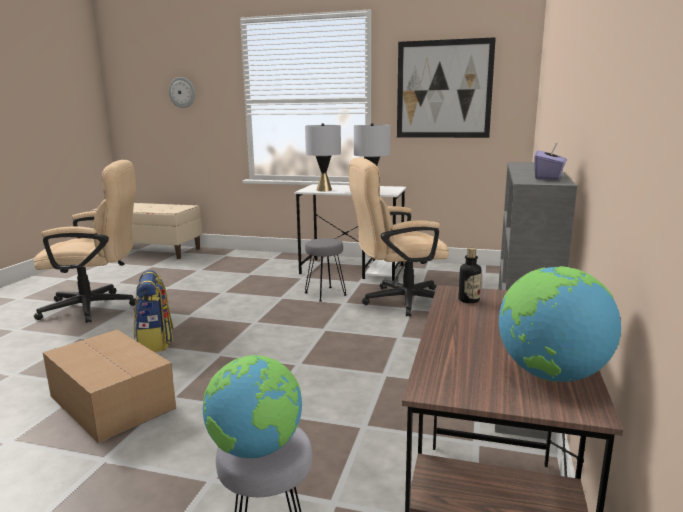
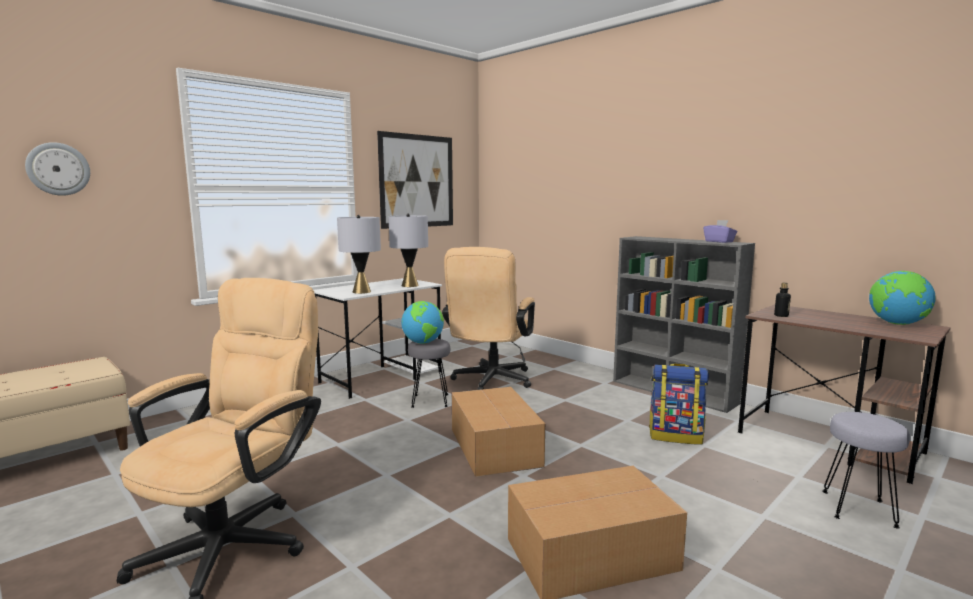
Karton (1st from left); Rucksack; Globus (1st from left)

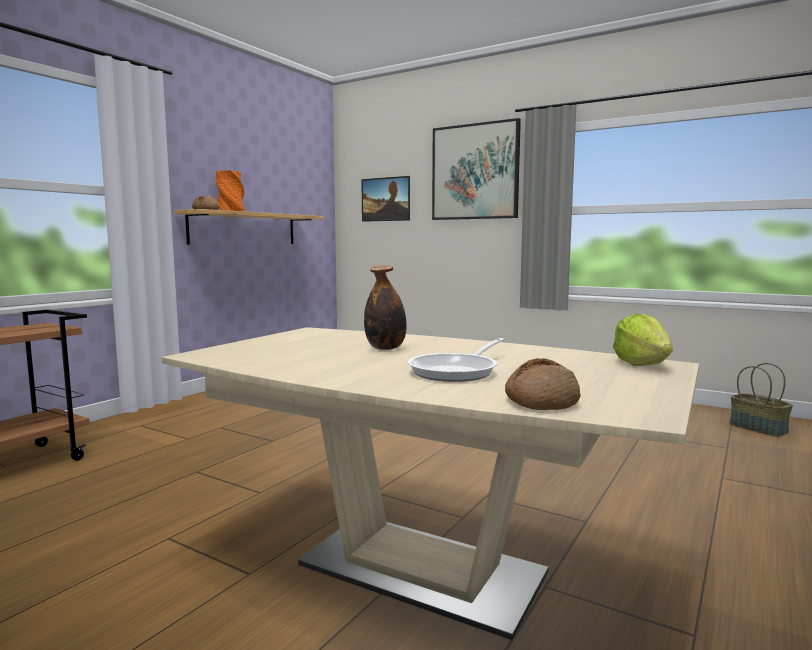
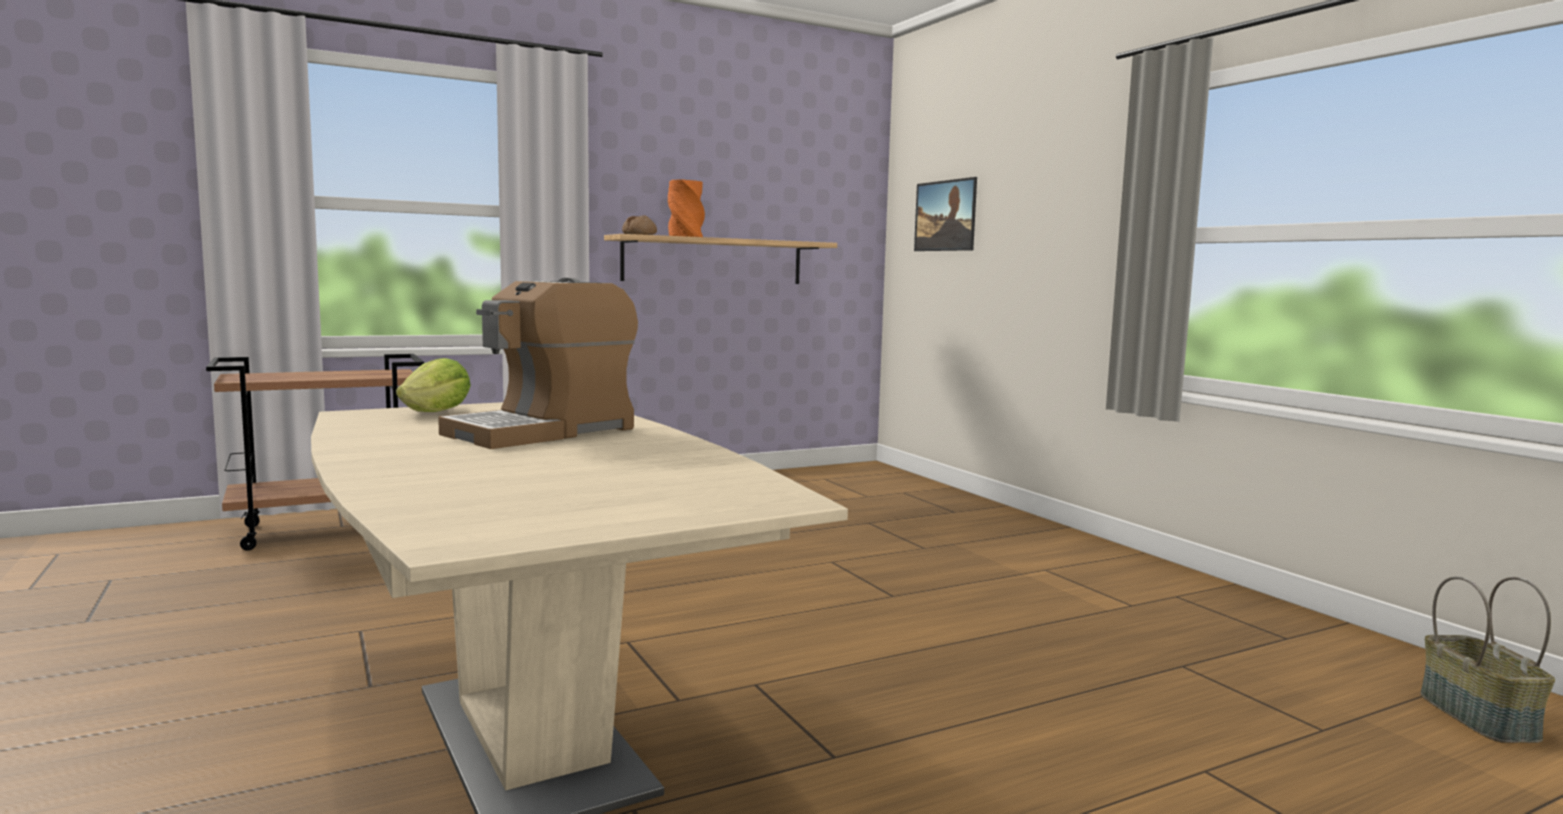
Pfanne; Bild (2nd from left in the first image); Brot (2nd from left in the first image); Salatkopf; Kaffeemaschine

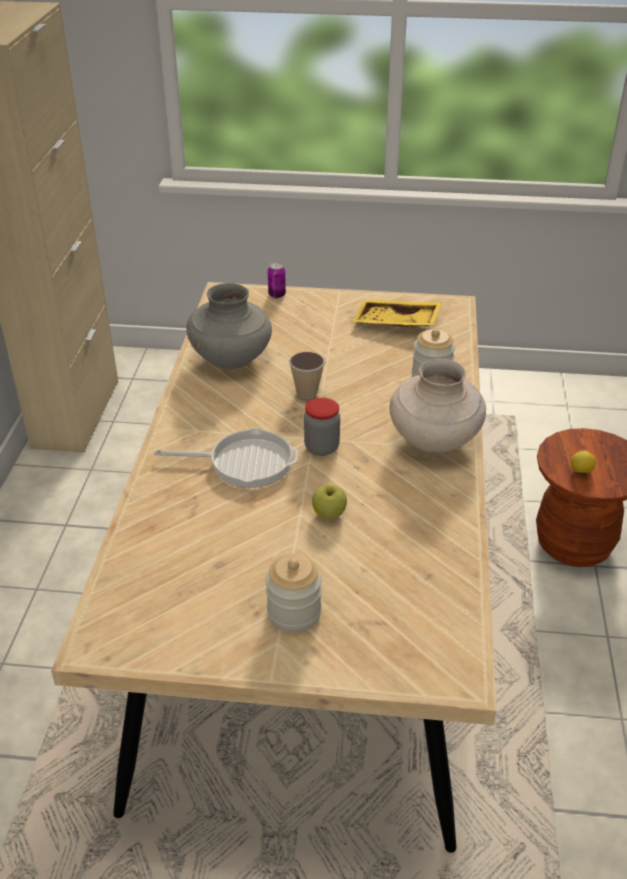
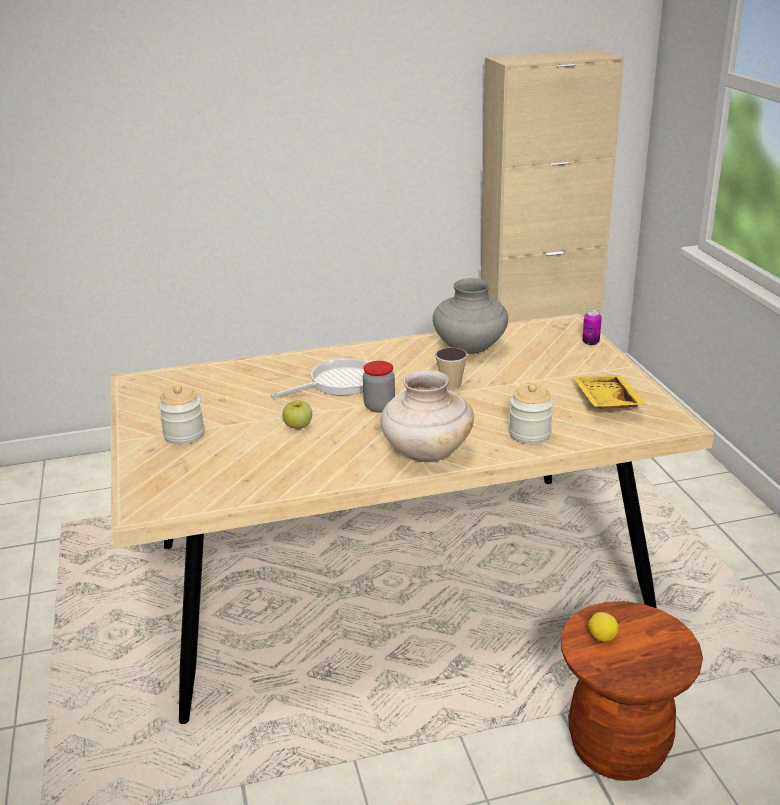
Pfanne

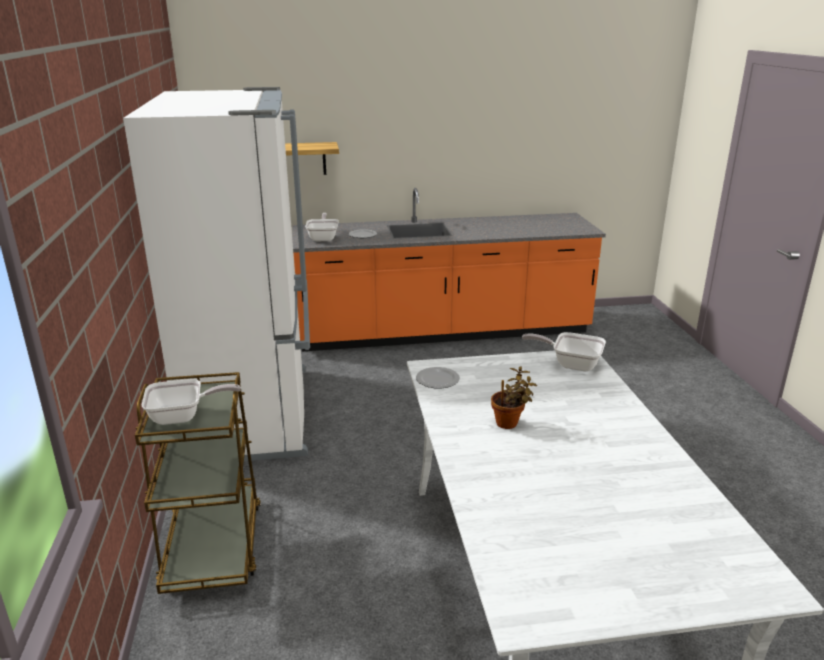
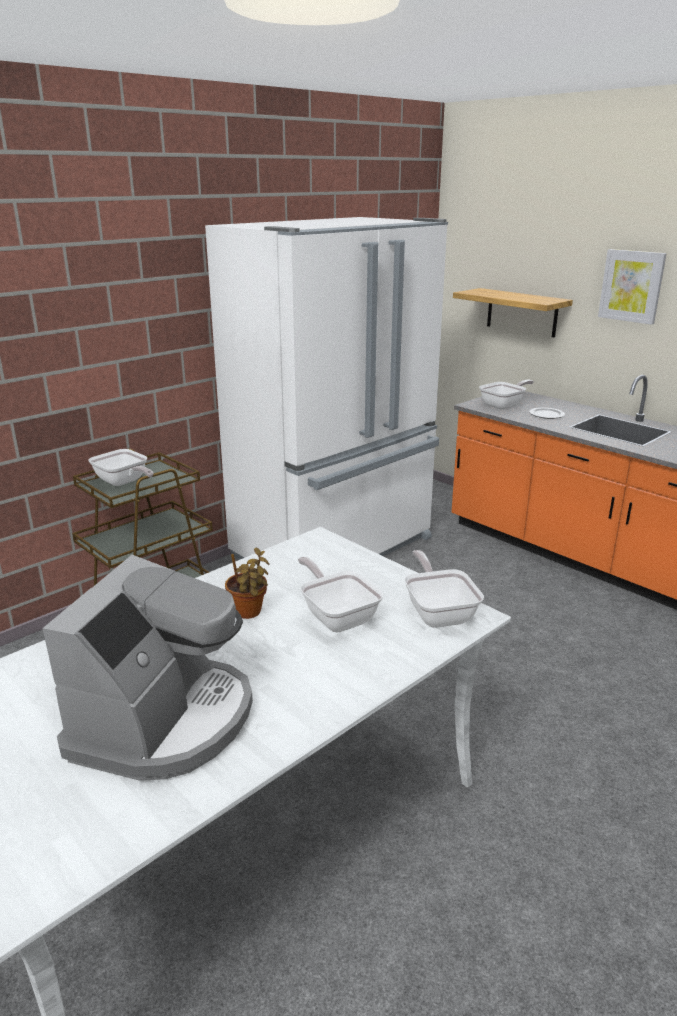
Teller (2nd from left in the first image); Kaffeemaschine; Pfanne (2nd from left); Bild

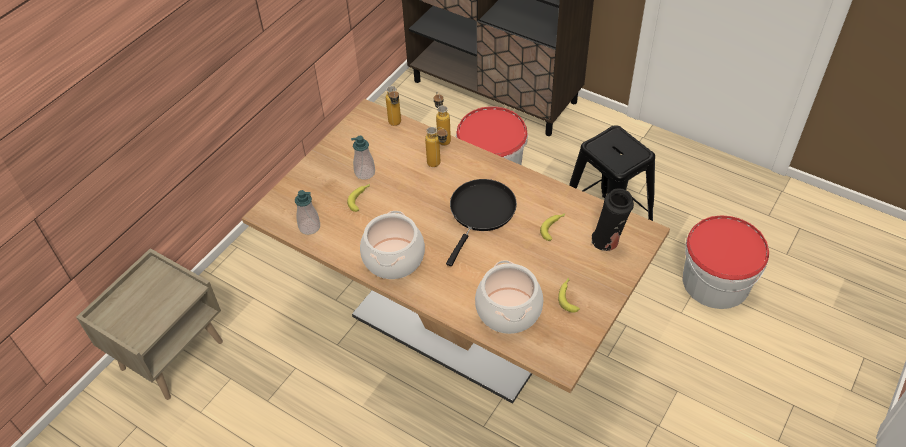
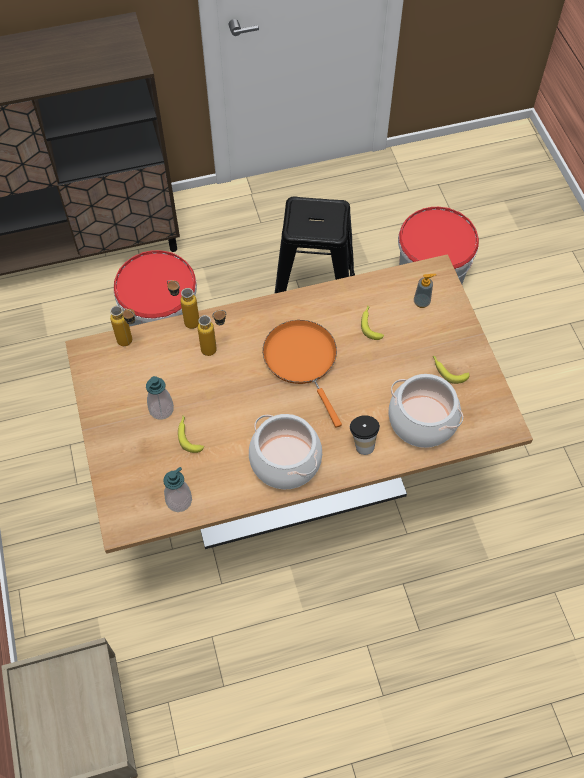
Tasse; Seifenspender (3rd from left); Pfanne [orange]

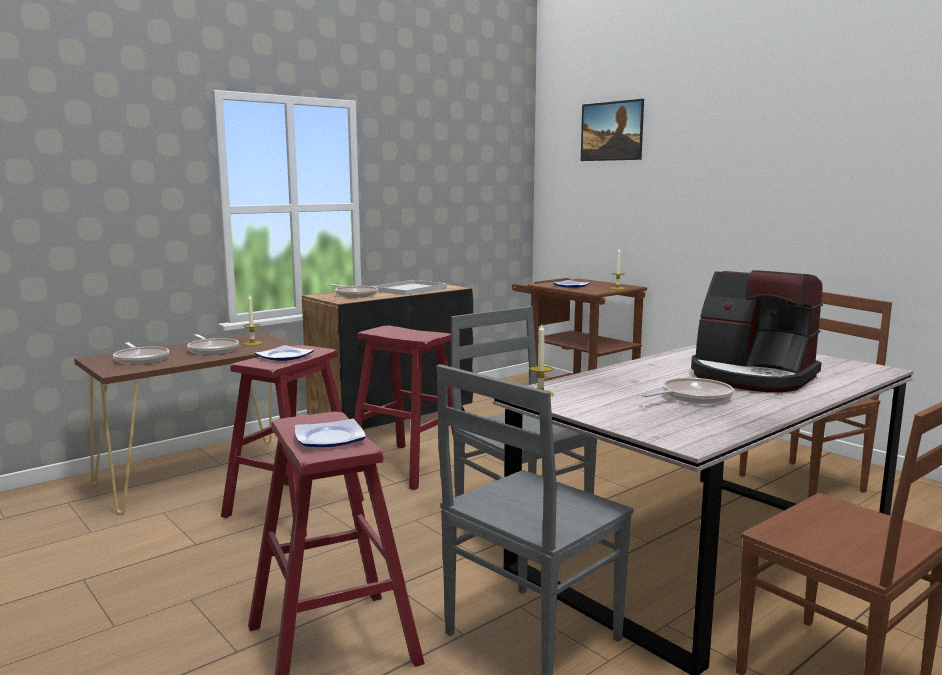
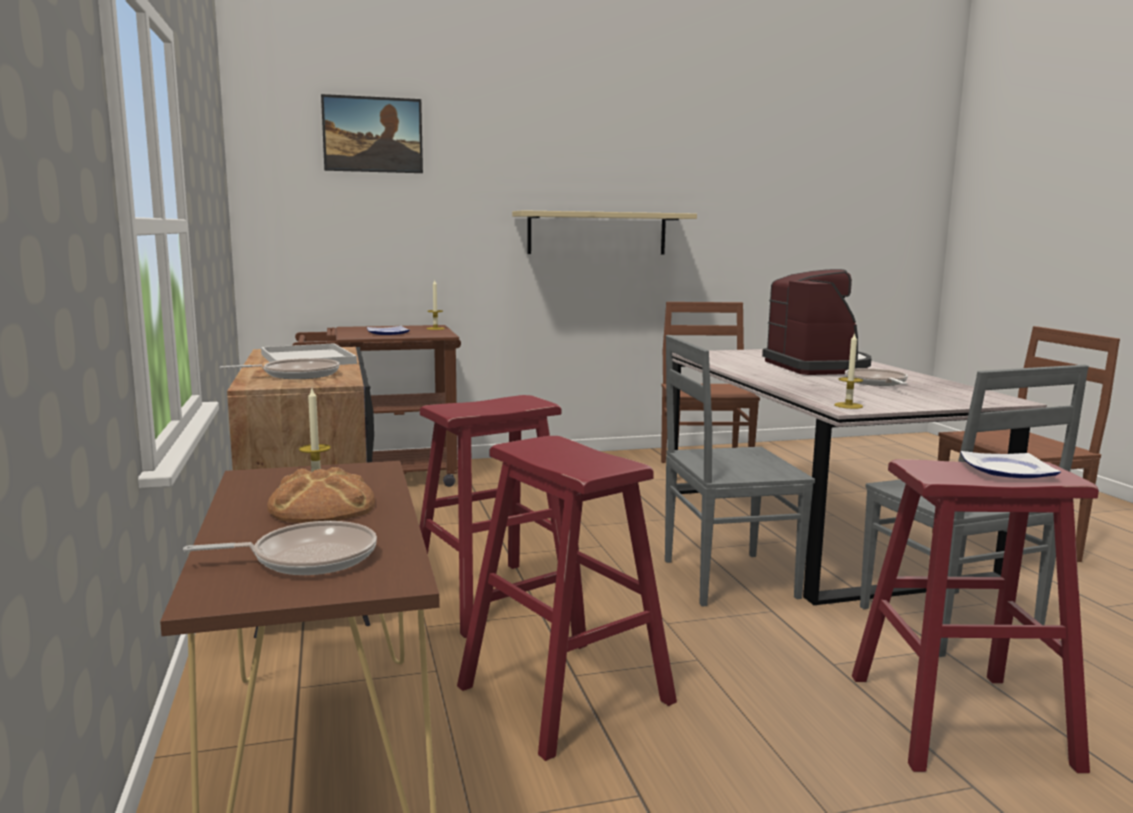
Teller (1st from left in the first image); Wandregal [beige]; Brot; Kaffeemaschine

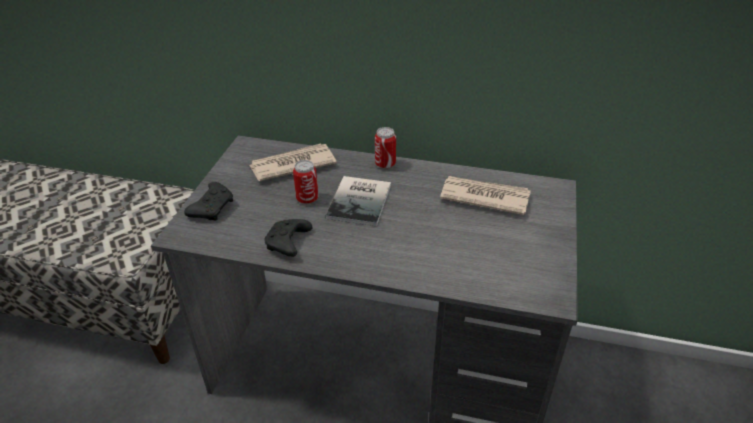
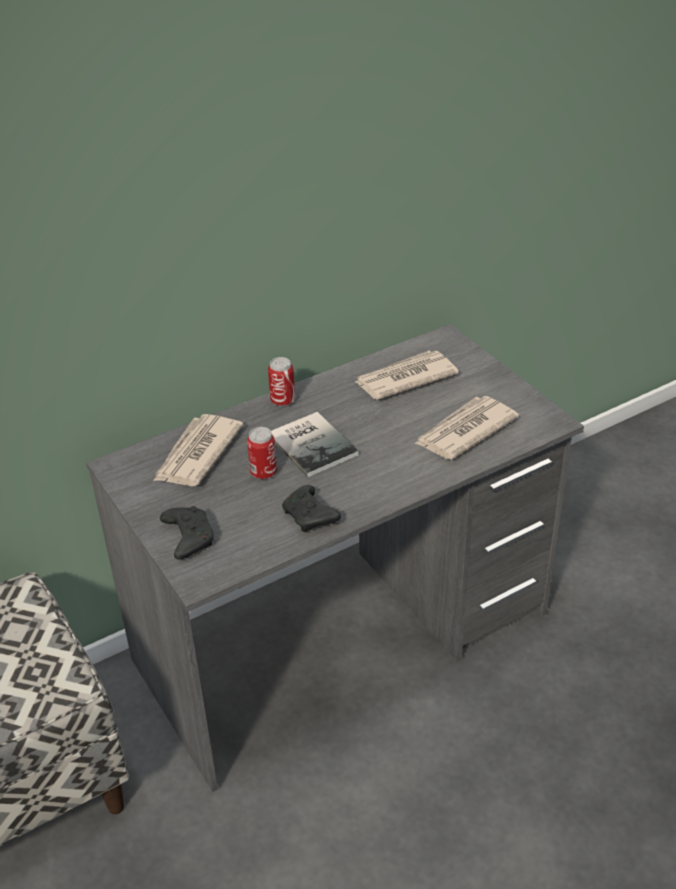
Zeitung (3rd from left)

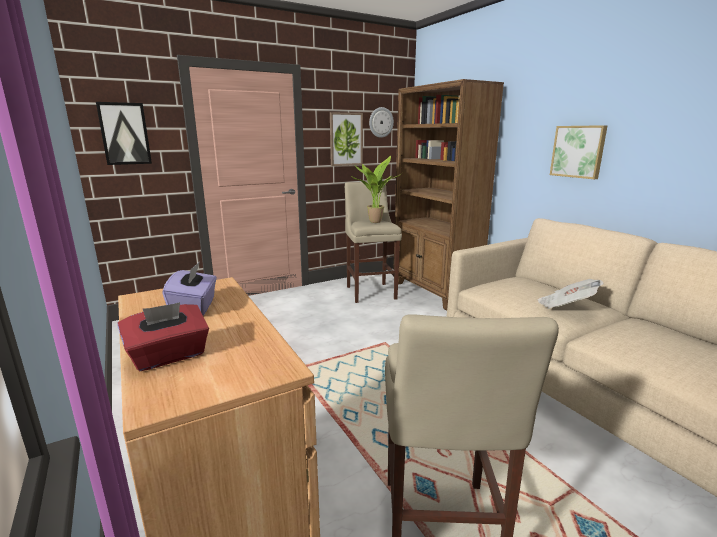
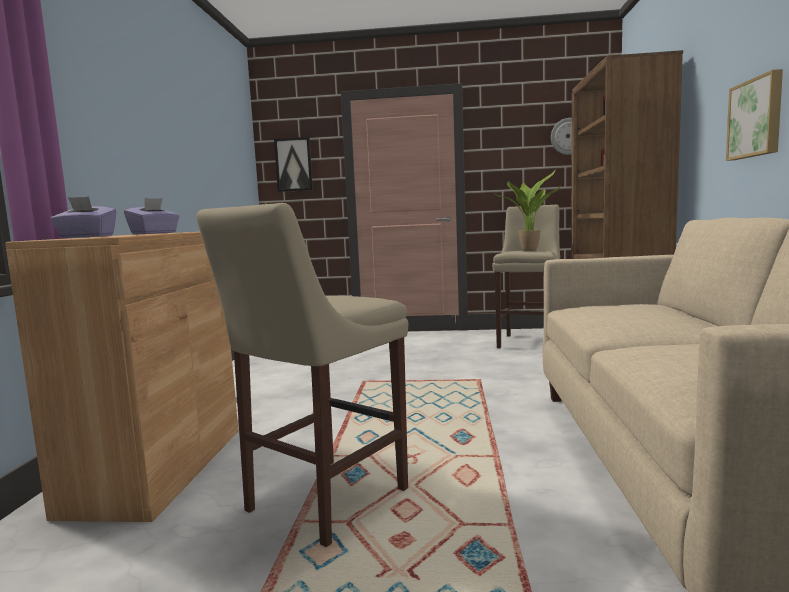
Bild (2nd from left in the first image); Zeitung; Taschentuchbox [lila] (1st from left)

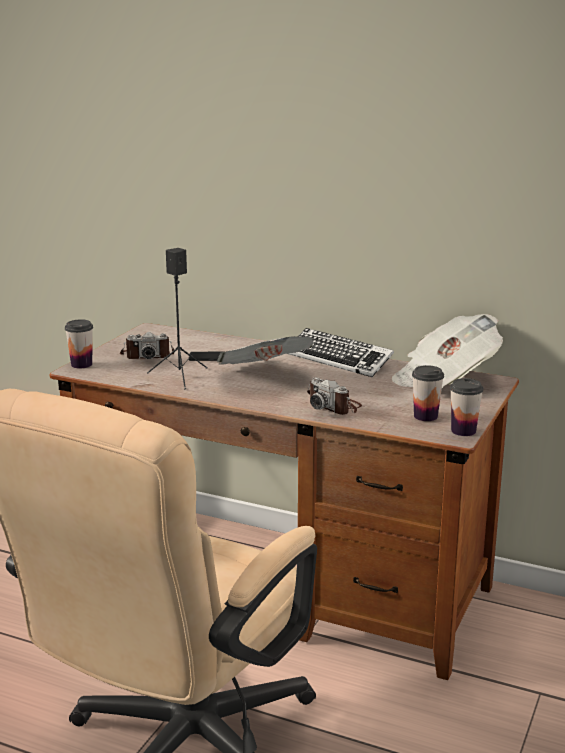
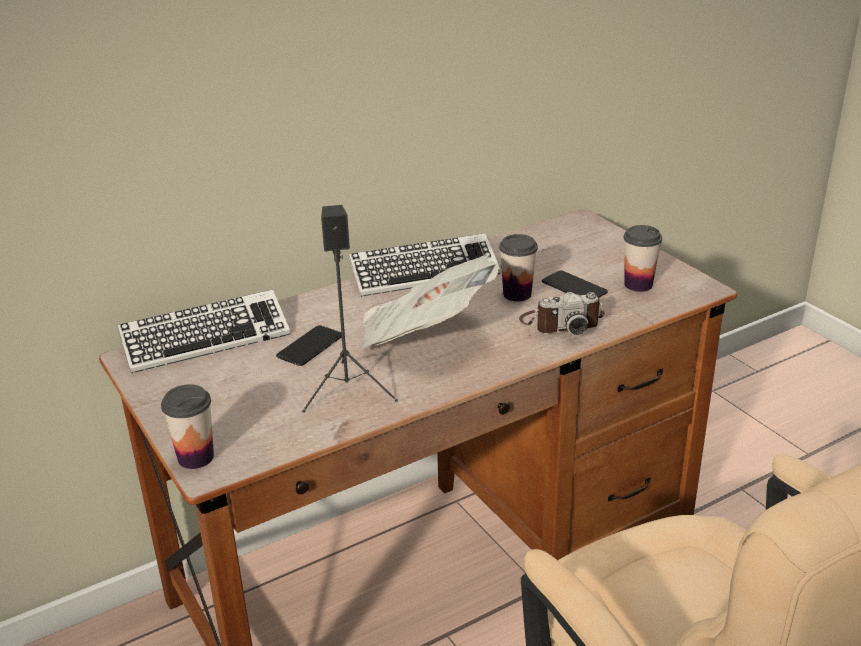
Kamera (1st from left in the first image); Zeitung (2nd from left in the first image); Tastatur (1st from left); Handy (2nd from left); Tasse (2nd from left)

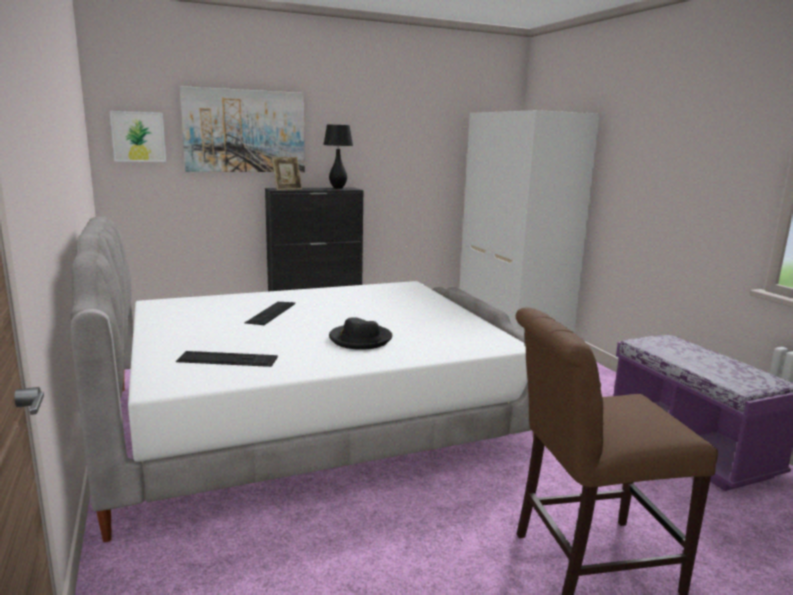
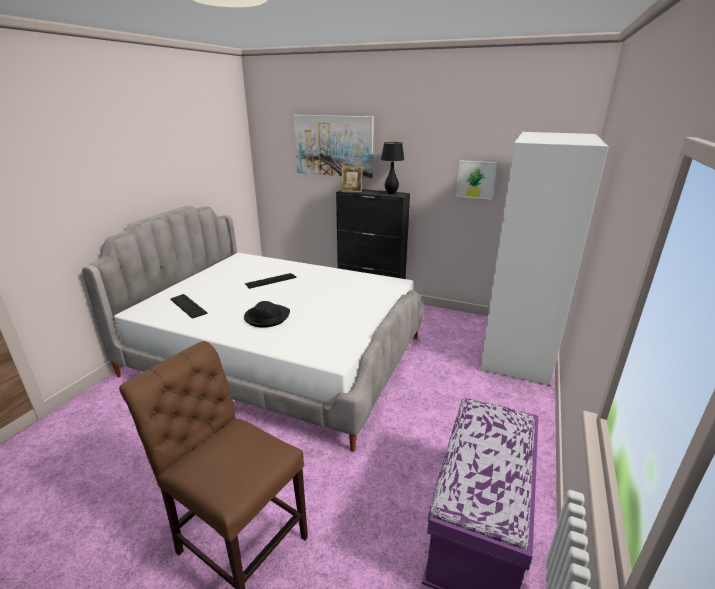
Bild (2nd from left)

